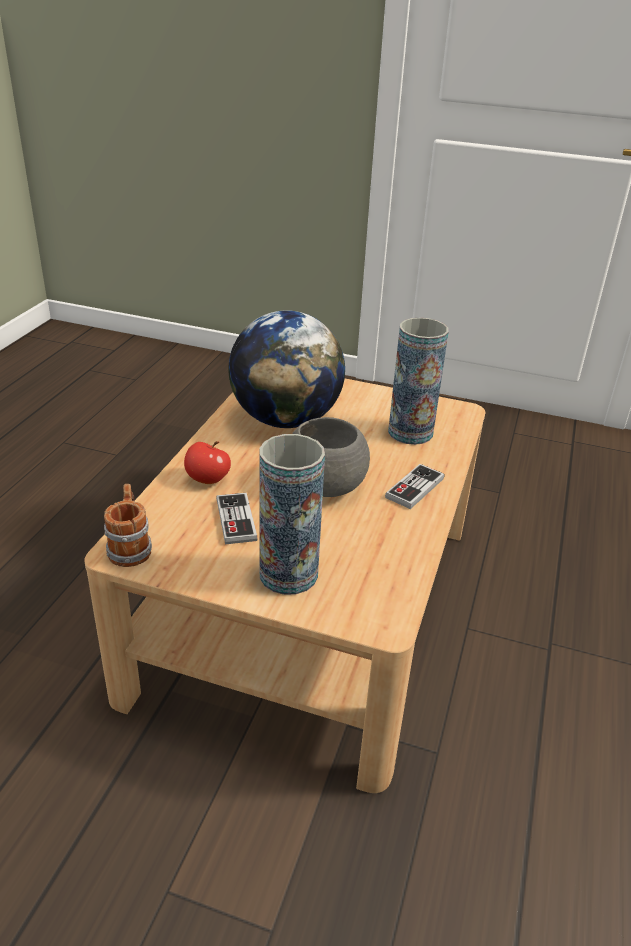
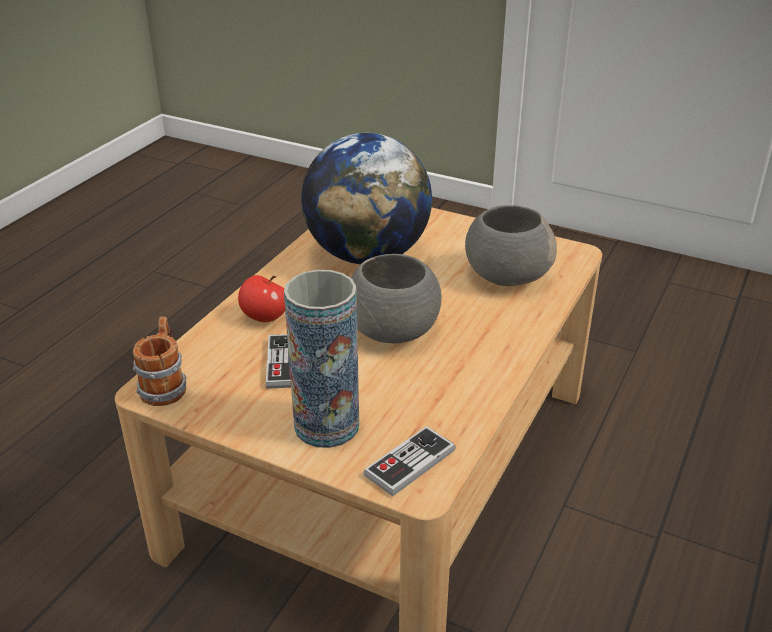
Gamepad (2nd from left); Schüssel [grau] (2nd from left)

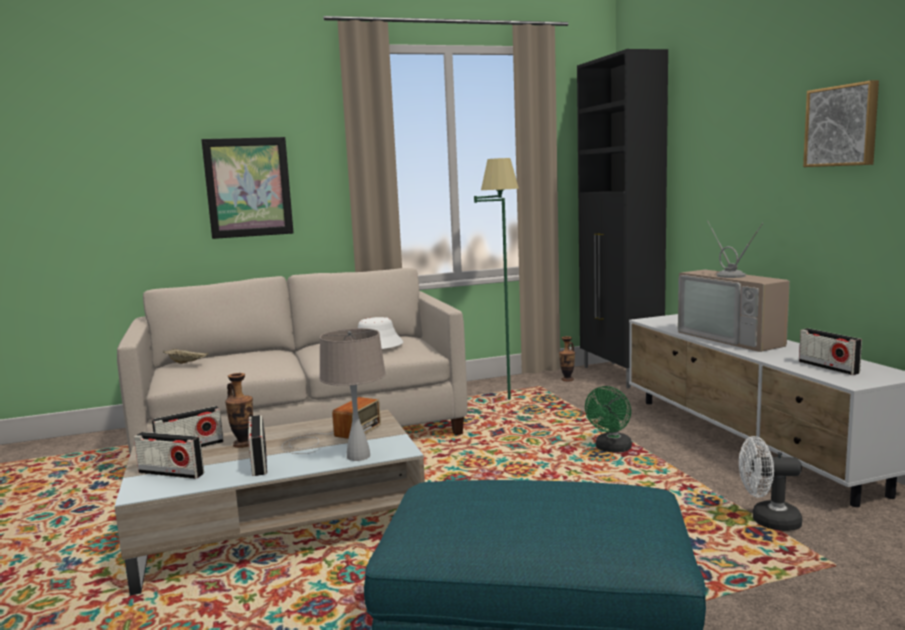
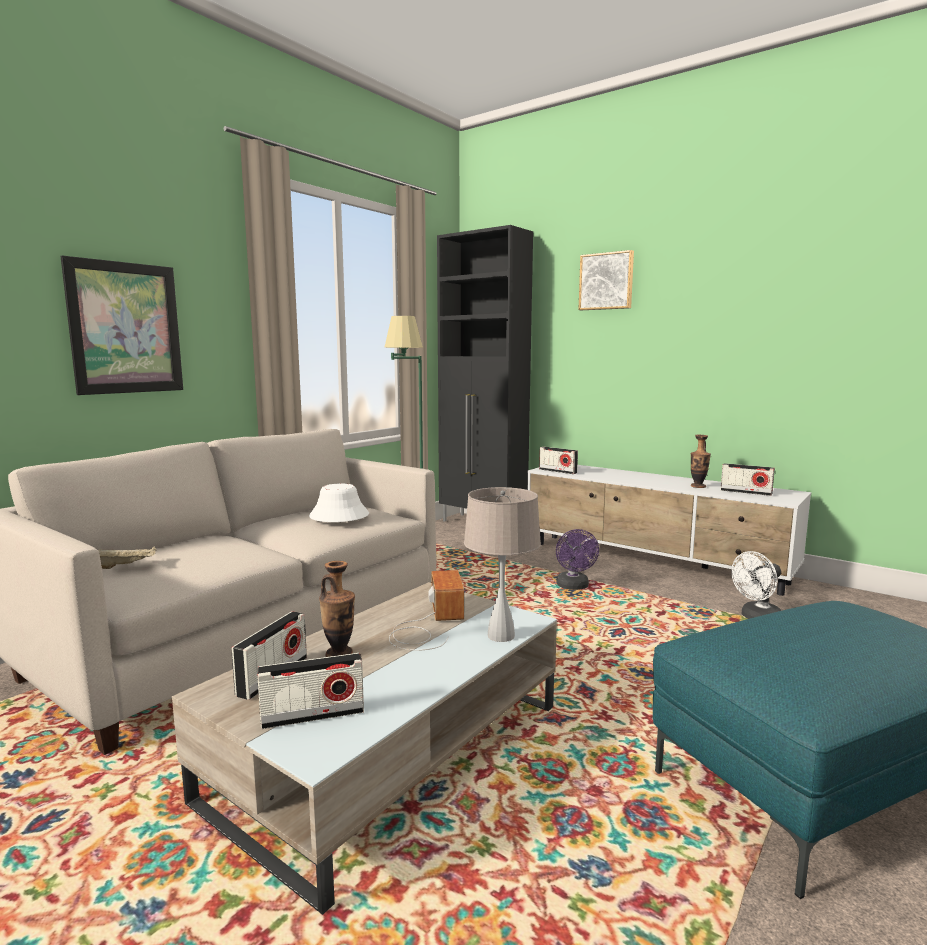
Fernseher; Radio (4th from left); Vase (2nd from left); Bild (2nd from left); Ventilator [lila]

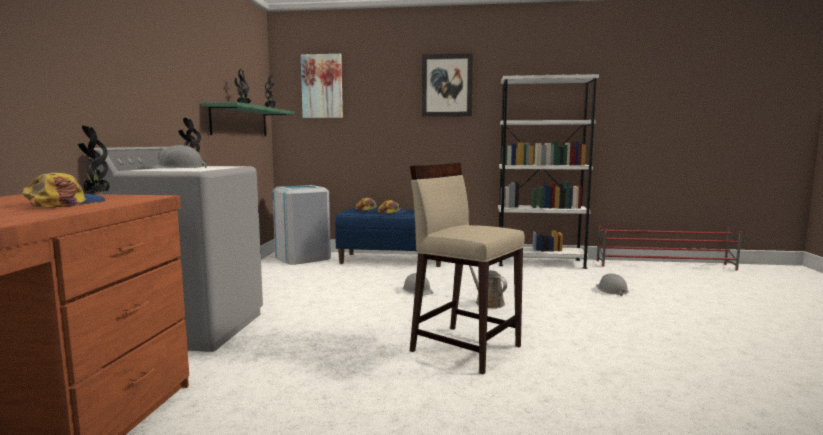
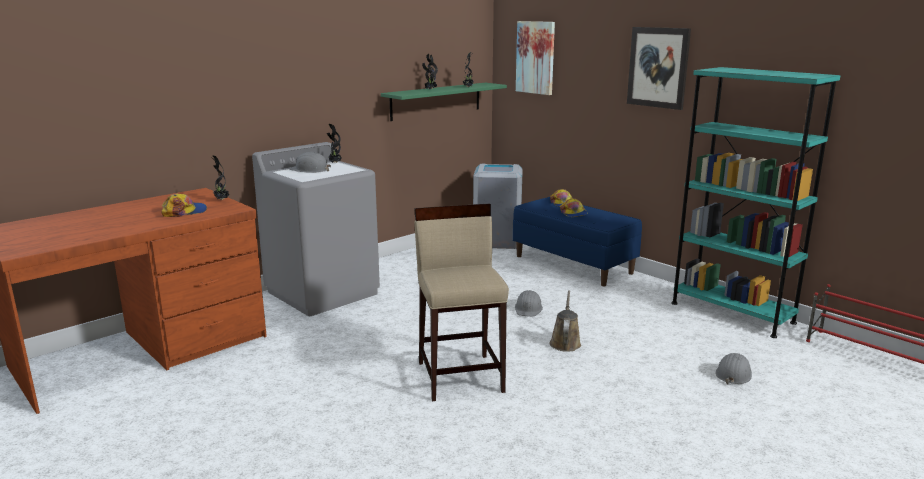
Bücherregal [türkis]

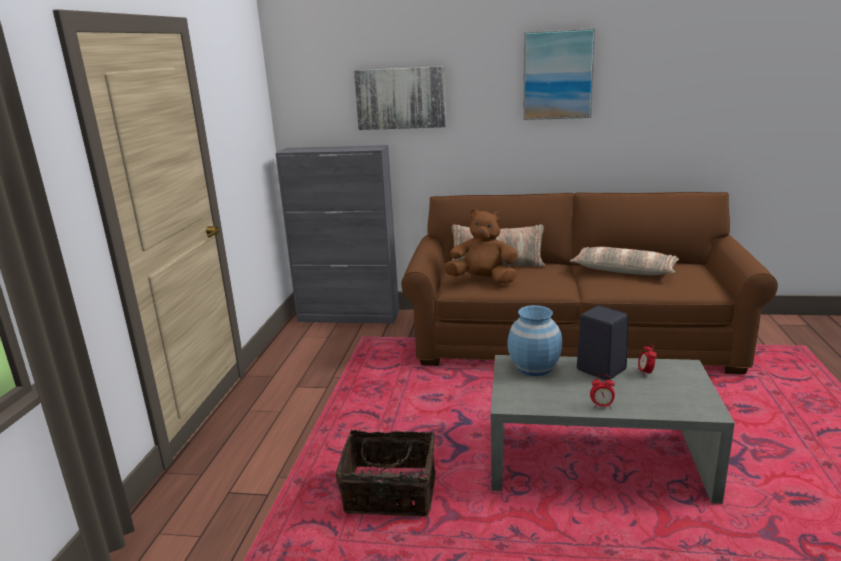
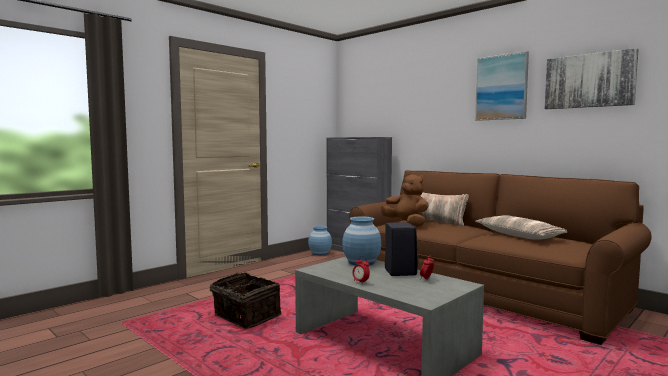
Vase [blau] (1st from left); Bild (2nd from left)

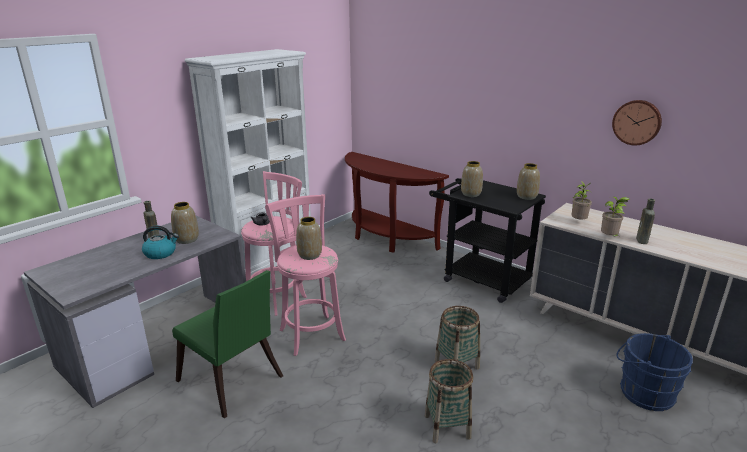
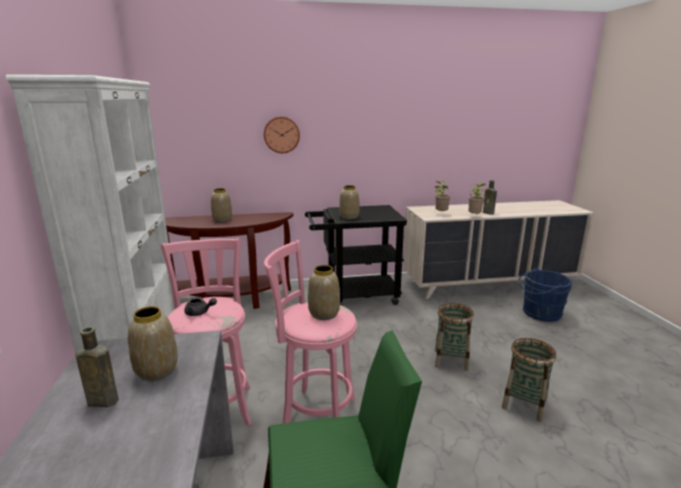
Wasserkessel; Vase (2nd from left); Wanduhr

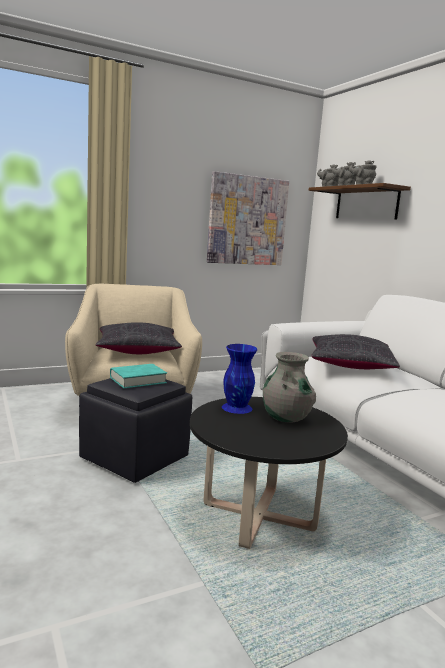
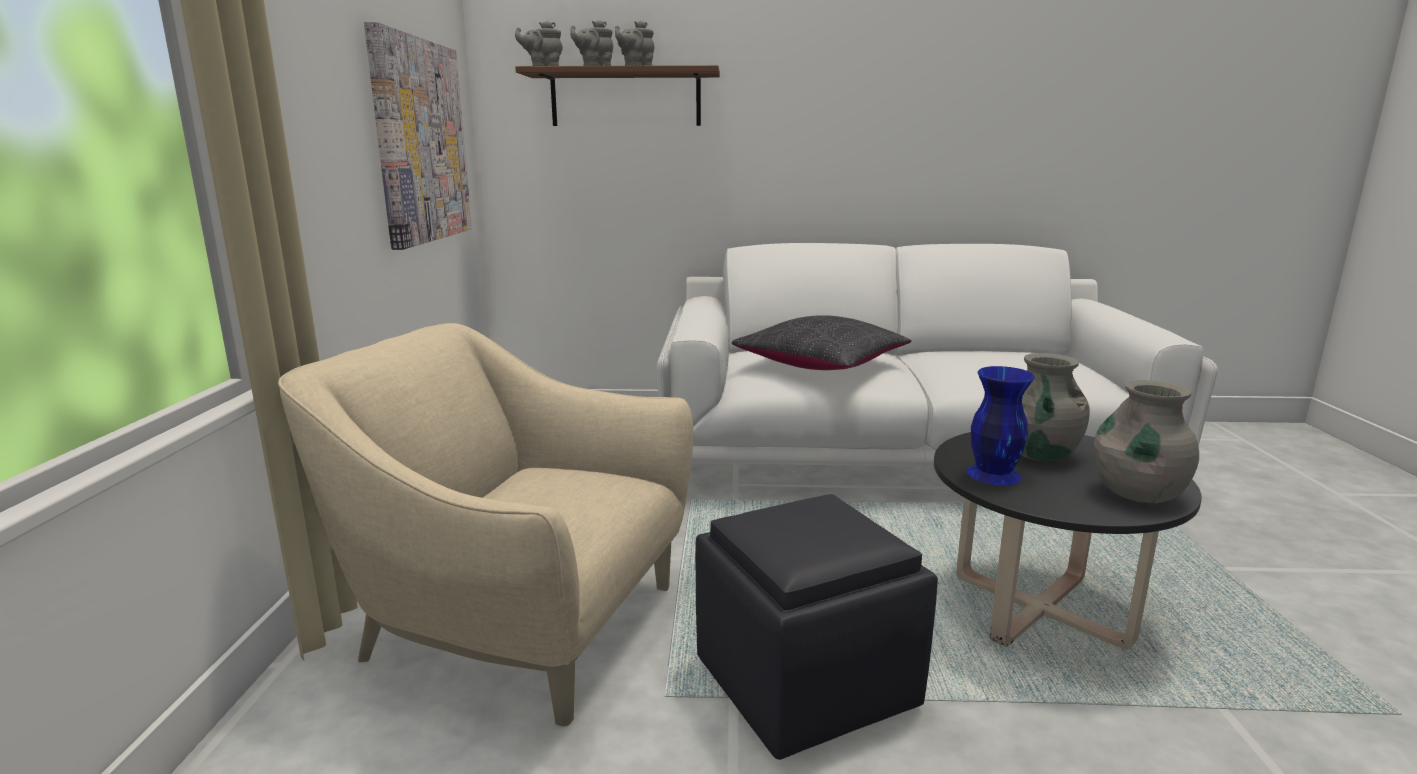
Kissen [schwarz] (1st from left in the first image); Buch [türkis]; Vase [grau] (2nd from left)

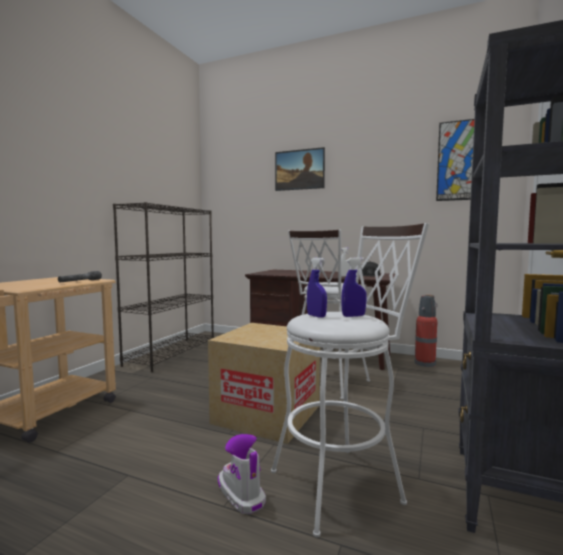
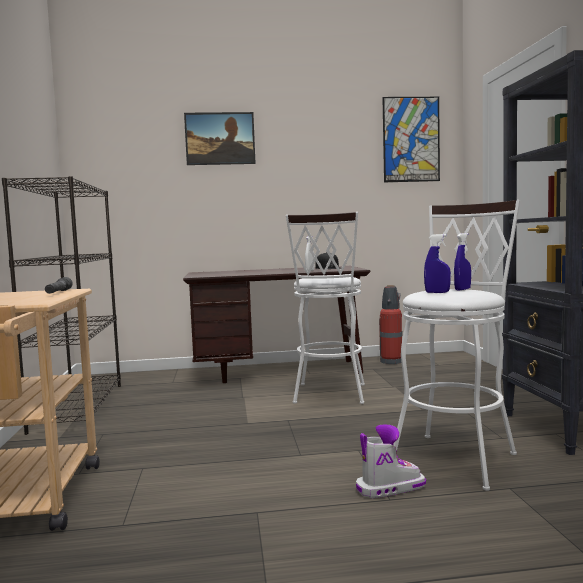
Karton; Stiefel

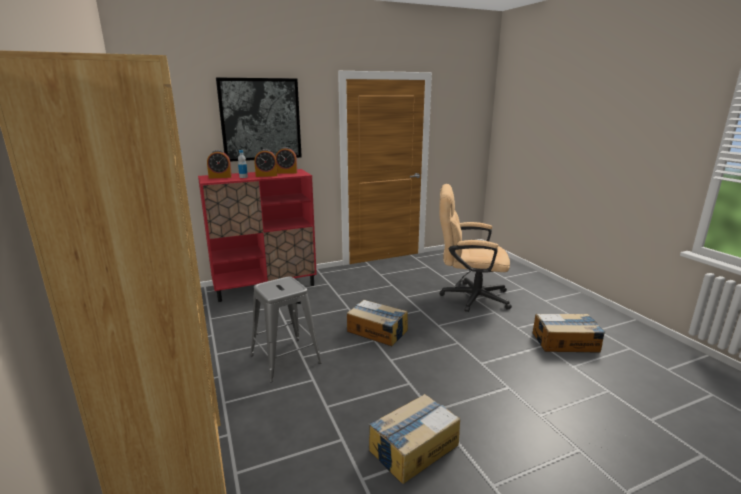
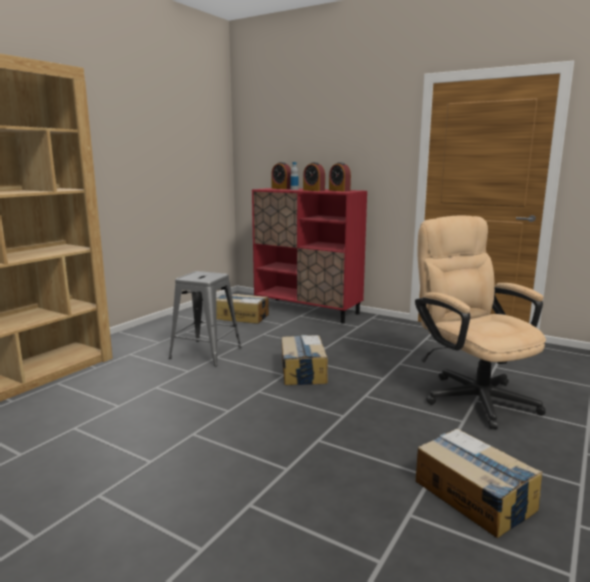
Bild; Karton (1st from left)

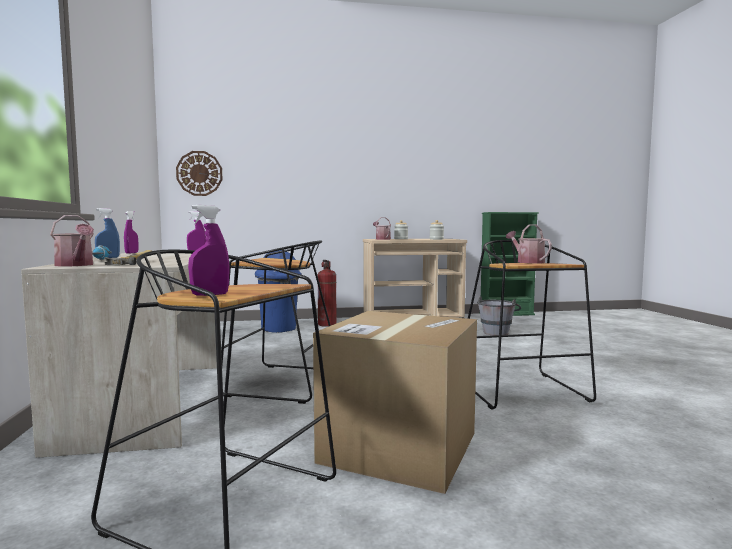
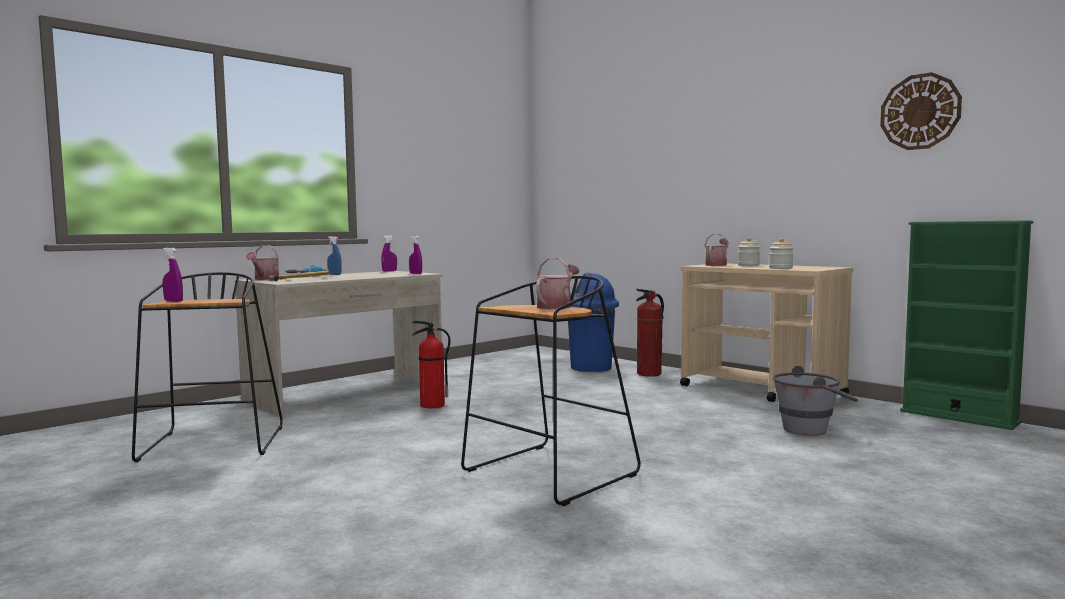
Karton; Wanduhr; Feuerlöscher (1st from left)

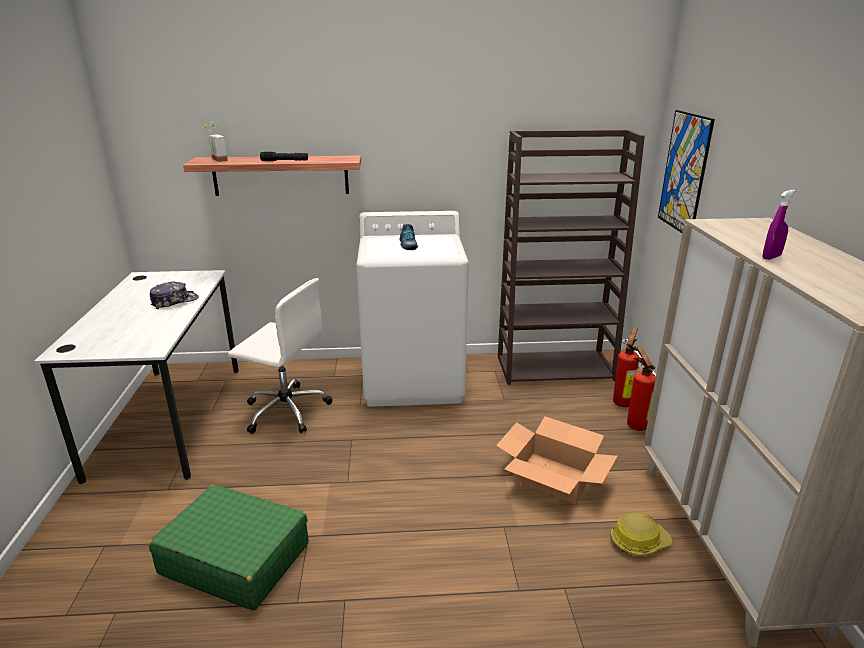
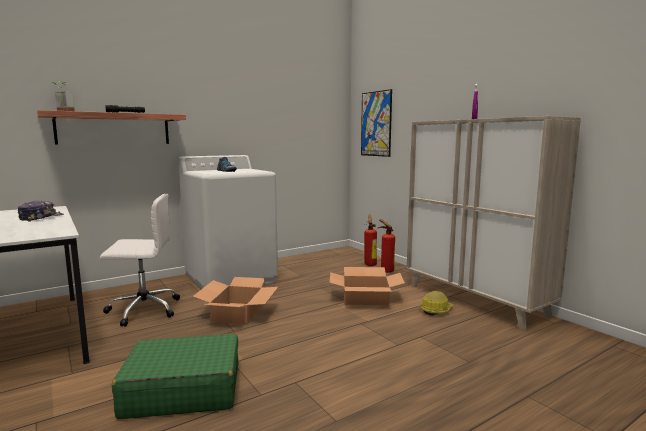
Bücherregal [braun]; Karton (1st from left)

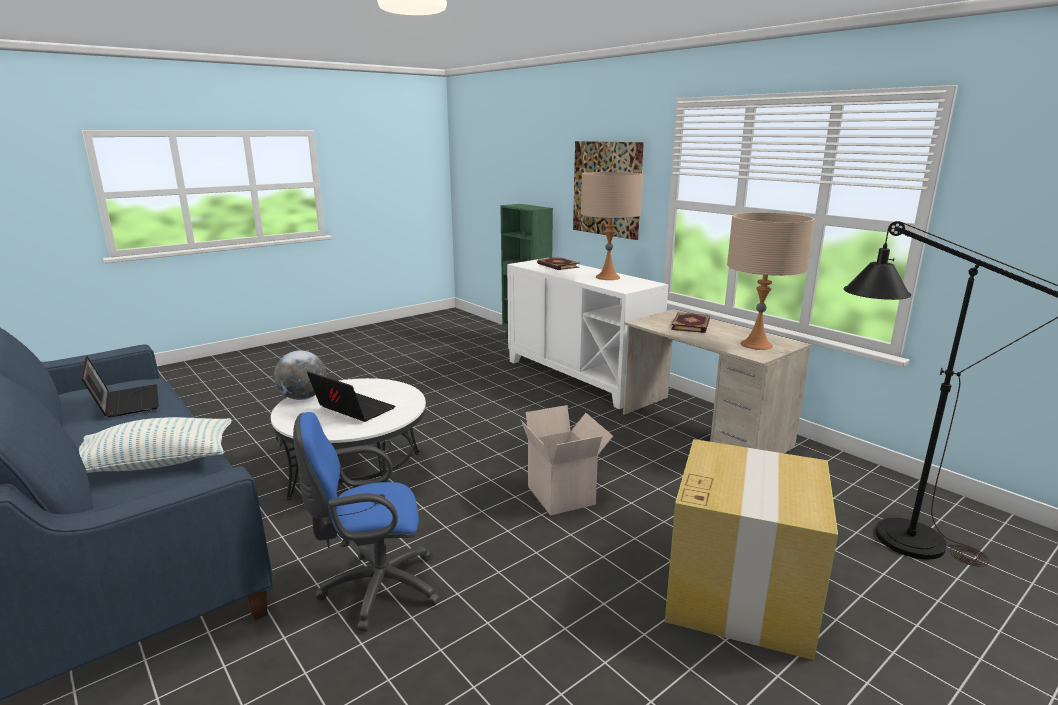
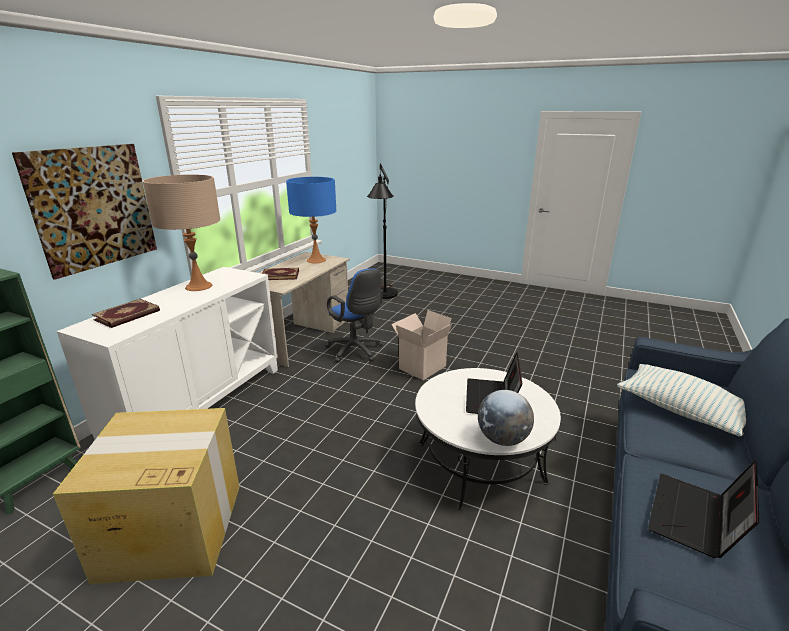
Bürostuhl [blau]; Karton (1st from left); Tischlampe [blau]

